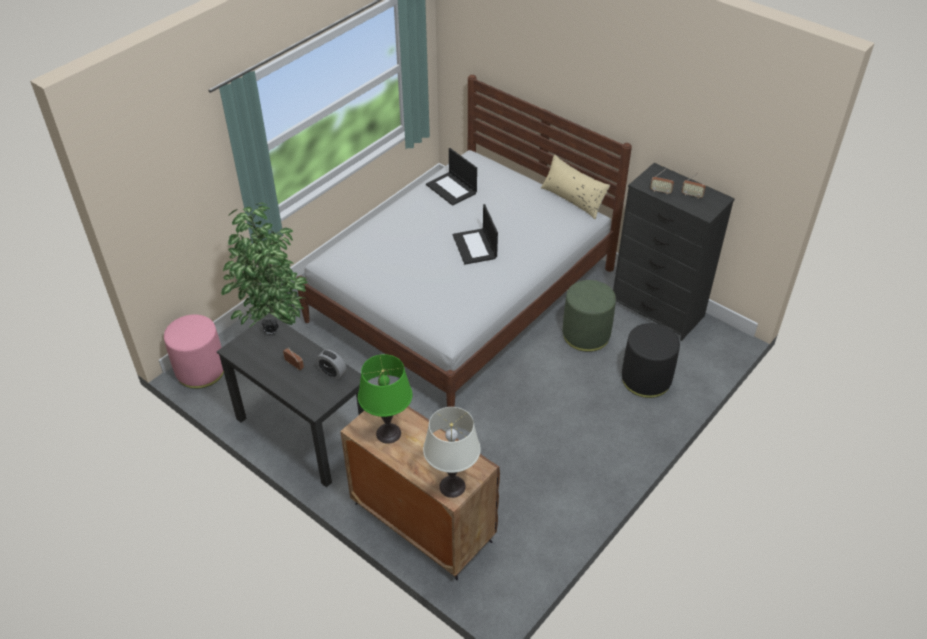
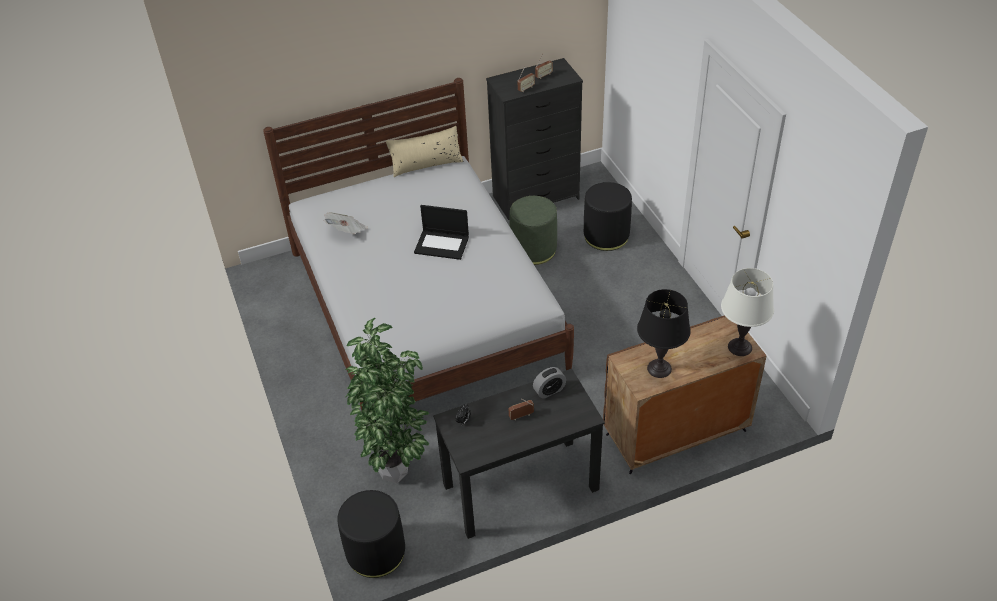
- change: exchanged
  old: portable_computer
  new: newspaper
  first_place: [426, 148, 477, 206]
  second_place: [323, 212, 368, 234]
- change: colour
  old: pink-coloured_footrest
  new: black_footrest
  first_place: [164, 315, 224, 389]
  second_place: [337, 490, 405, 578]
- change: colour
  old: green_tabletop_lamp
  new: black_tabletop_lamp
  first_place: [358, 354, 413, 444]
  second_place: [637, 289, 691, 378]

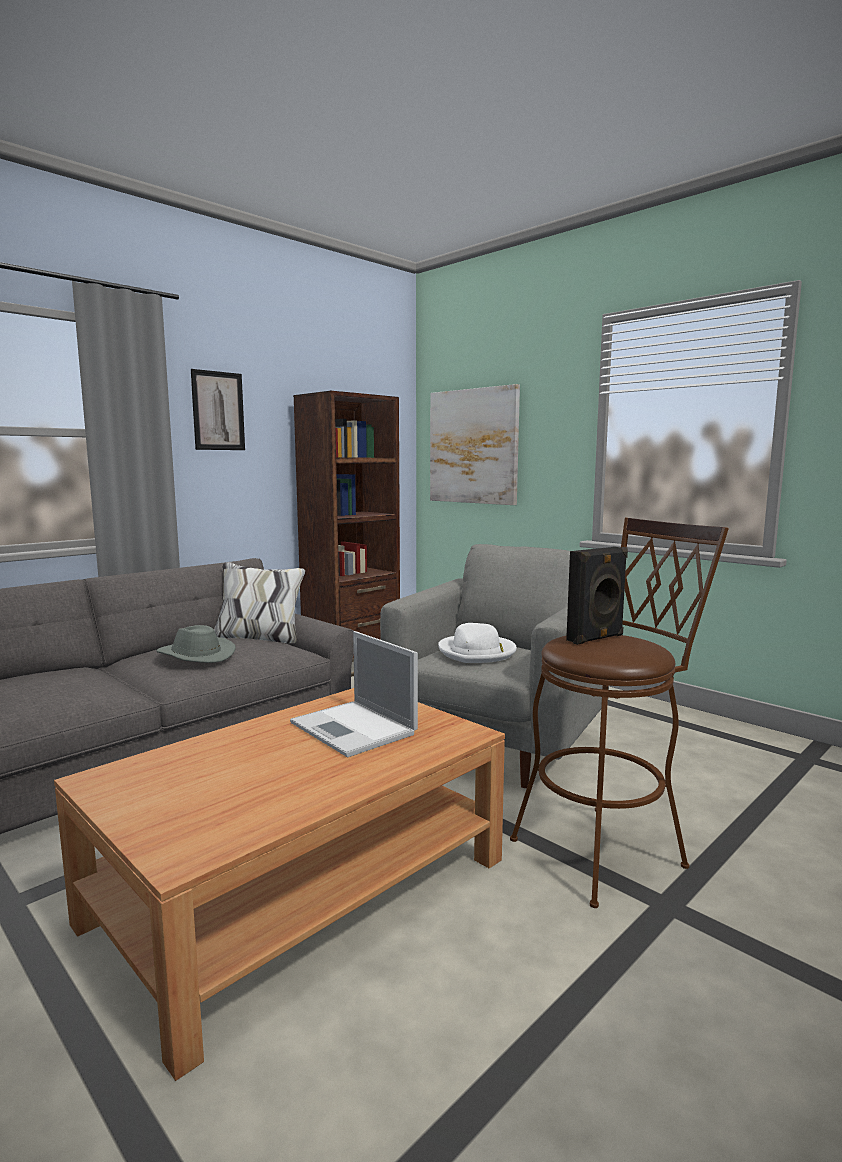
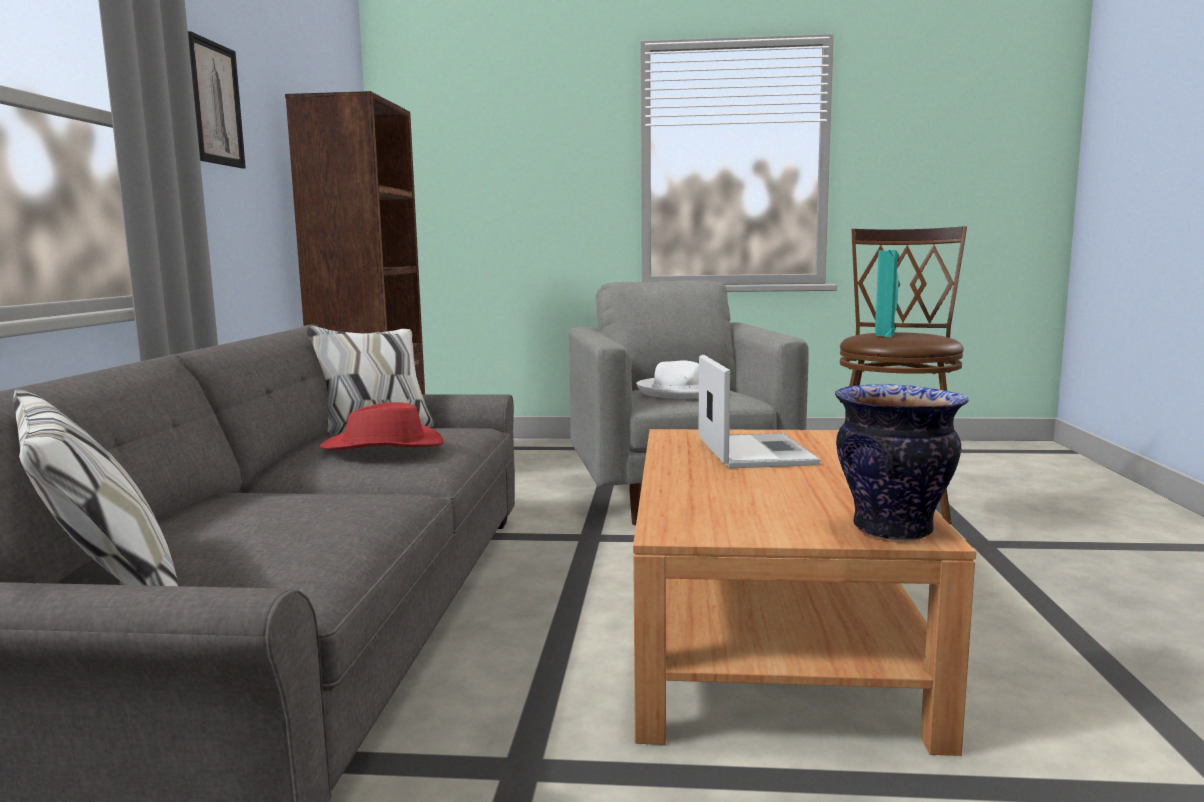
- change: colour
  old: greyish_wearable_hat
  new: red_wearable_hat
  first_place: [156, 625, 236, 663]
  second_place: [320, 402, 444, 450]
- change: spun
  old: portable_computer
  first_place: [290, 631, 418, 757]
  second_place: [699, 355, 820, 468]
  degrees: -105
- change: appeared
  new: flower_vase
  second_place: [835, 384, 969, 541]
- change: colour
  old: black_audio_speaker
  new: blue-green_audio_speaker
  first_place: [566, 547, 628, 645]
  second_place: [875, 250, 899, 337]
- change: missing
  old: wall_art
  first_place: [430, 384, 520, 505]

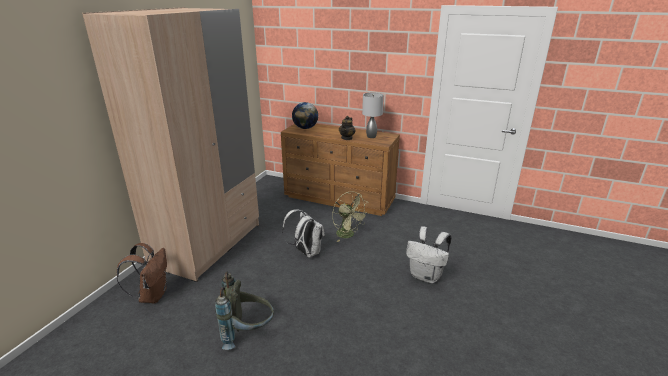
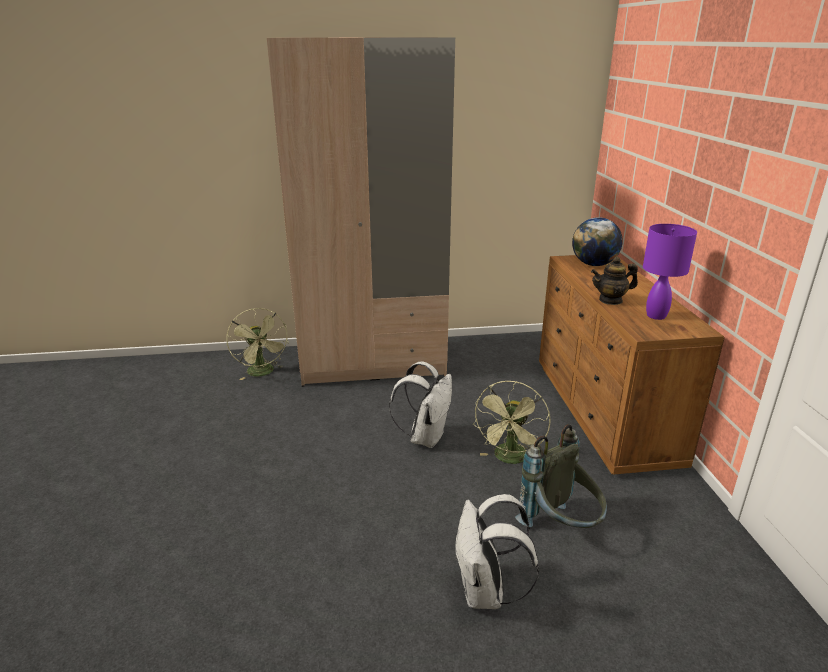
- change: exchanged
  old: brownish_knapsack
  new: green_cooling_fan
  first_place: [117, 243, 167, 303]
  second_place: [226, 308, 289, 380]
- change: relocated
  old: greyish_knapsack
  first_place: [215, 272, 274, 350]
  second_place: [515, 424, 607, 528]
- change: colour
  old: greyish_tabletop_lamp
  new: purplish_tabletop_lamp
  first_place: [362, 92, 384, 138]
  second_place: [643, 224, 697, 320]

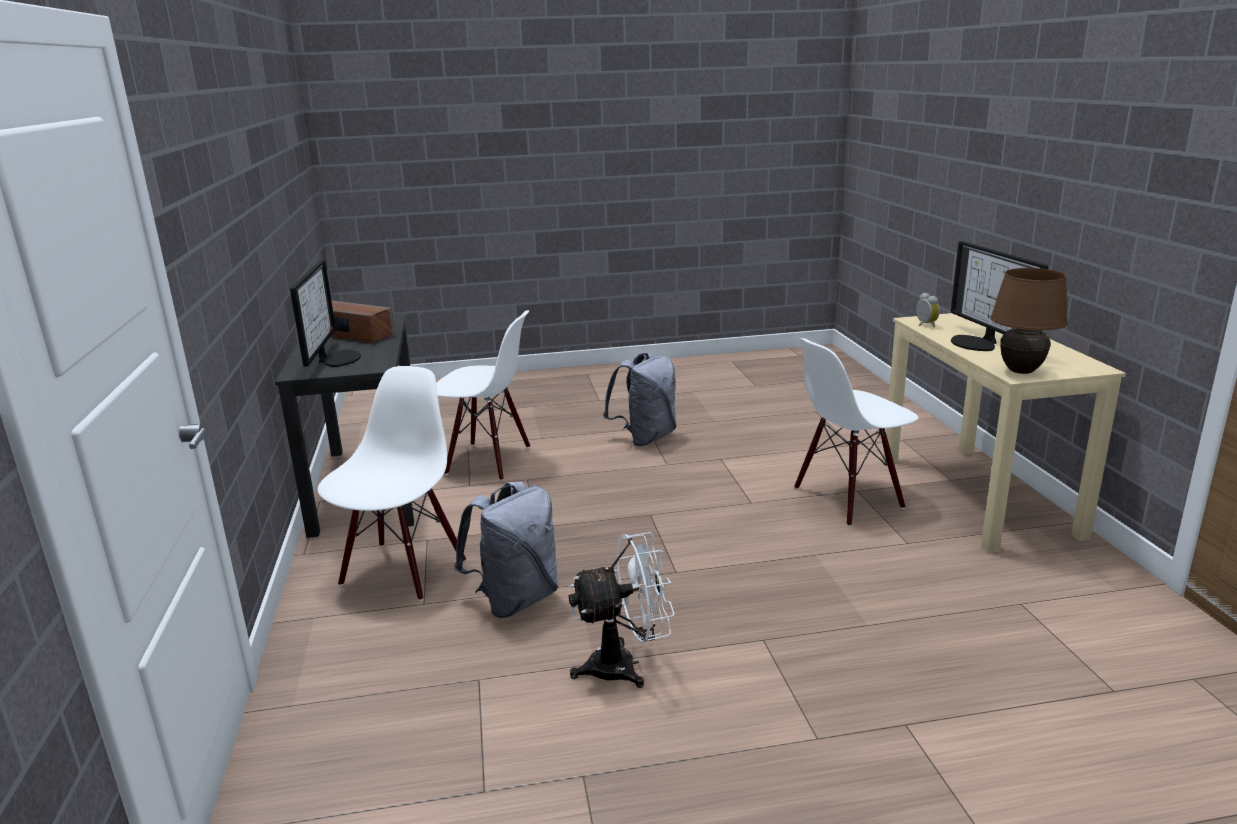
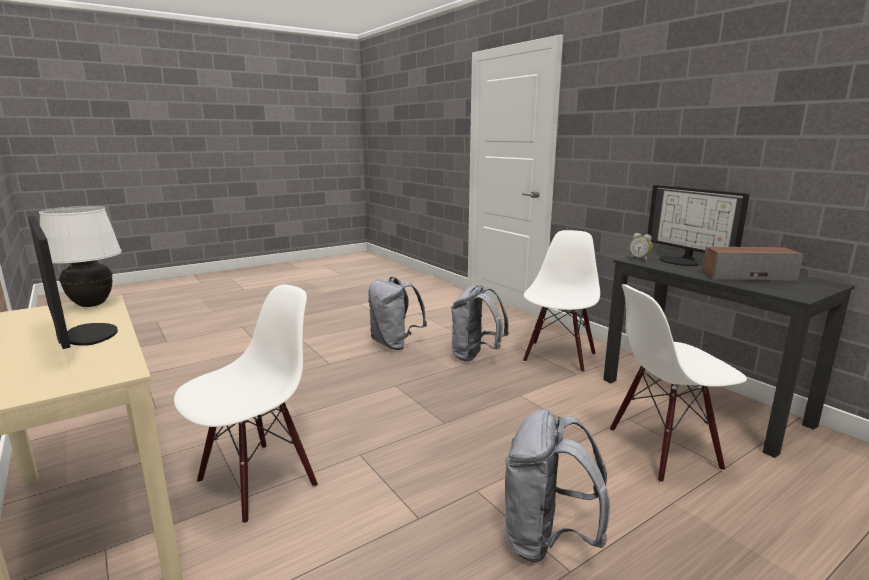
- change: colour
  old: brownish_tabletop_lamp
  new: white-coloured_tabletop_lamp
  first_place: [990, 268, 1068, 374]
  second_place: [39, 206, 122, 307]
- change: exchanged
  old: white-coloured_cooling_fan
  new: greyish_knapsack
  first_place: [569, 532, 675, 688]
  second_place: [368, 277, 427, 350]
- change: spun
  old: white-coloured_upright_chair
  first_place: [317, 366, 466, 601]
  second_place: [523, 230, 600, 373]
  degrees: -150
- change: relocated
  old: bedside_clock
  first_place: [916, 293, 940, 327]
  second_place: [630, 233, 653, 261]

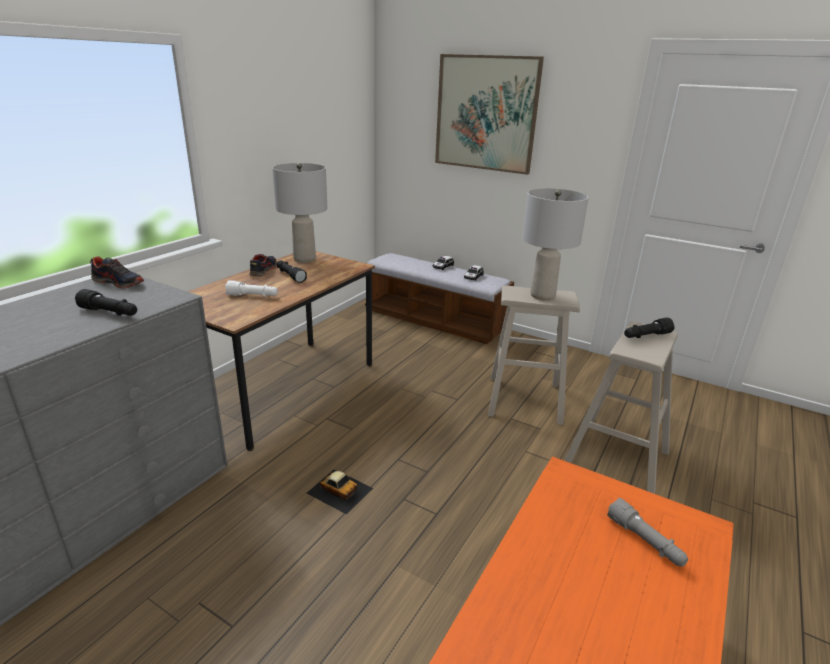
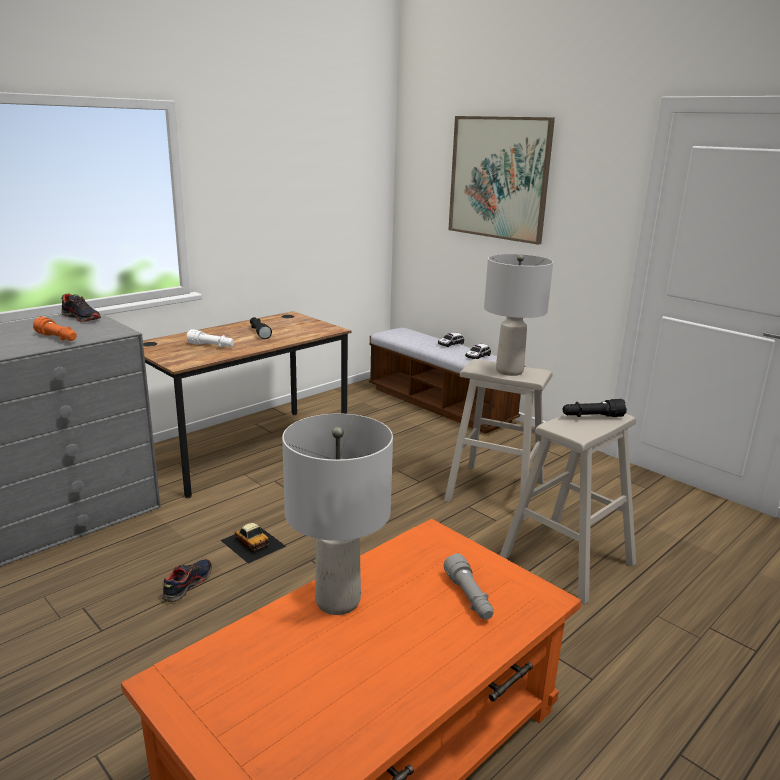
- change: colour
  old: black_flashlight
  new: orange_flashlight
  first_place: [75, 289, 137, 316]
  second_place: [33, 317, 77, 341]
- change: relocated
  old: low_shoe
  first_place: [249, 254, 277, 277]
  second_place: [162, 559, 212, 602]
- change: relocated
  old: greyish_tabletop_lamp
  first_place: [272, 163, 327, 263]
  second_place: [282, 414, 393, 615]

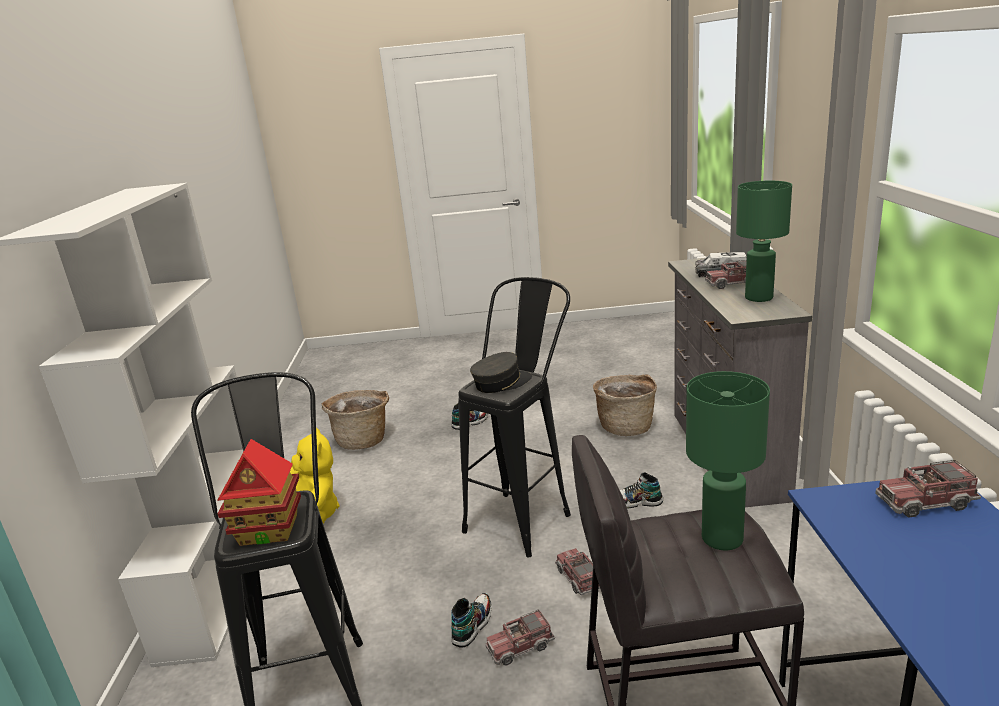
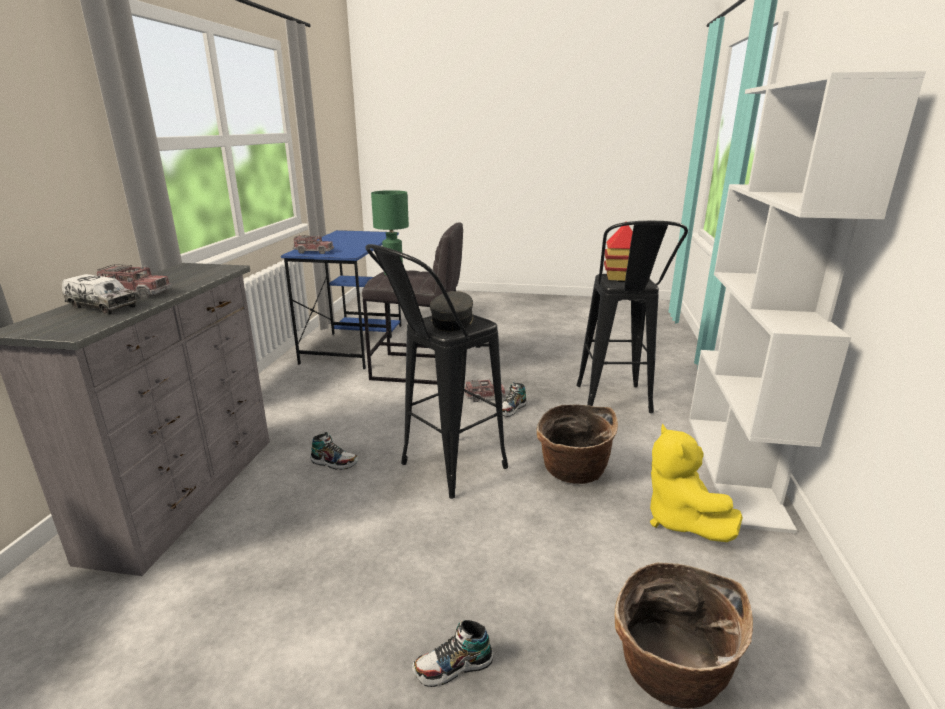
- change: spun
  old: greyish_baseball_cap
  first_place: [470, 352, 532, 393]
  second_place: [430, 291, 474, 332]
  degrees: 120
- change: relocated
  old: basket
  first_place: [593, 375, 657, 436]
  second_place: [537, 405, 618, 484]
- change: missing
  old: toy_truck
  first_place: [555, 548, 600, 595]
- change: missing
  old: green_tabletop_lamp
  first_place: [736, 181, 792, 302]

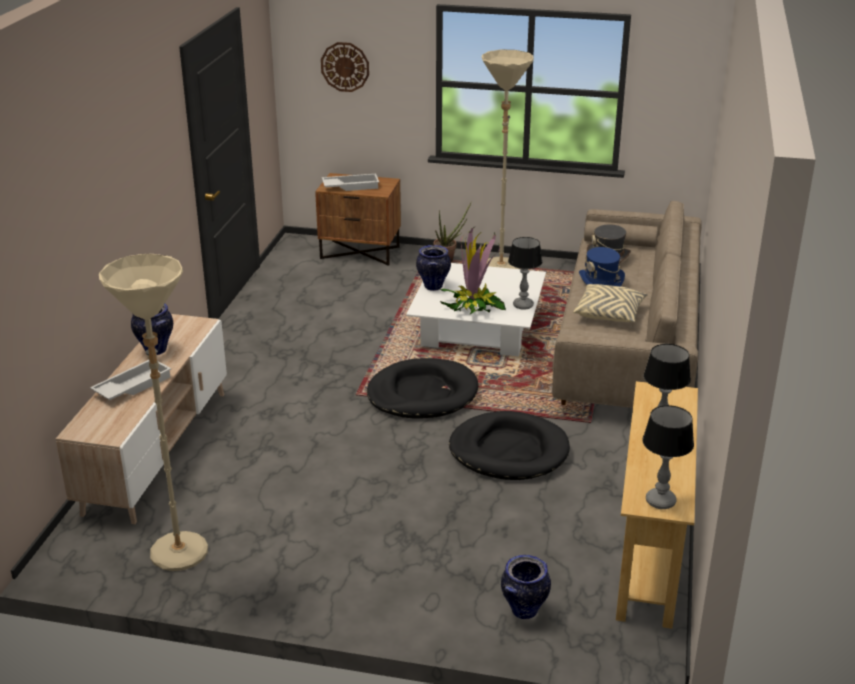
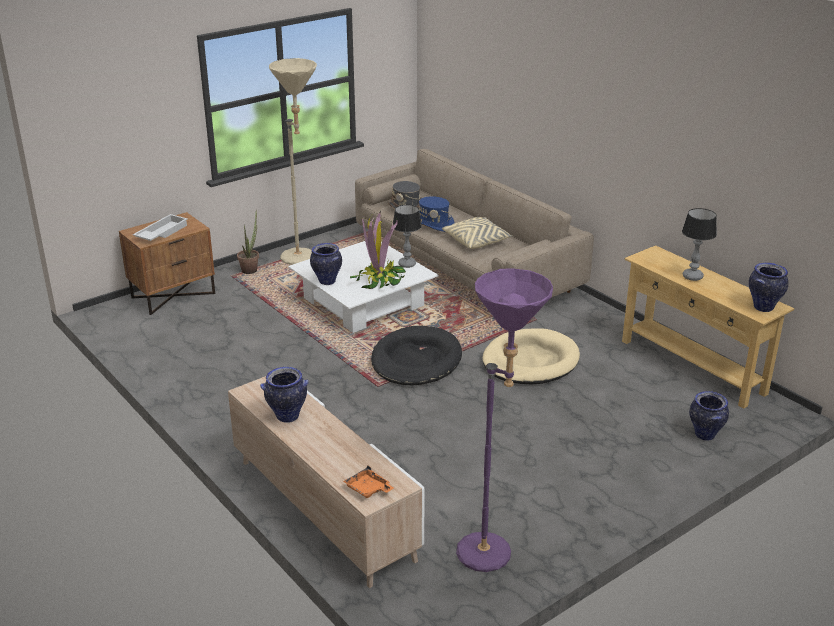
- change: appeared
  new: orange_carrying_tray
  second_place: [343, 465, 394, 498]
- change: colour
  old: beige_standard_lamp
  new: purplish_standard_lamp
  first_place: [99, 254, 208, 571]
  second_place: [456, 268, 553, 572]
- change: colour
  old: black_pet_bed
  new: beige_pet_bed
  first_place: [449, 411, 570, 480]
  second_place: [482, 328, 580, 384]
- change: exchanged
  old: tabletop_lamp
  new: flower_vase
  first_place: [642, 405, 694, 509]
  second_place: [749, 263, 788, 312]
- change: missing
  old: white-coloured_carrying_tray
  first_place: [90, 360, 172, 400]
- change: missing
  old: hanging_clock
  first_place: [321, 42, 369, 92]

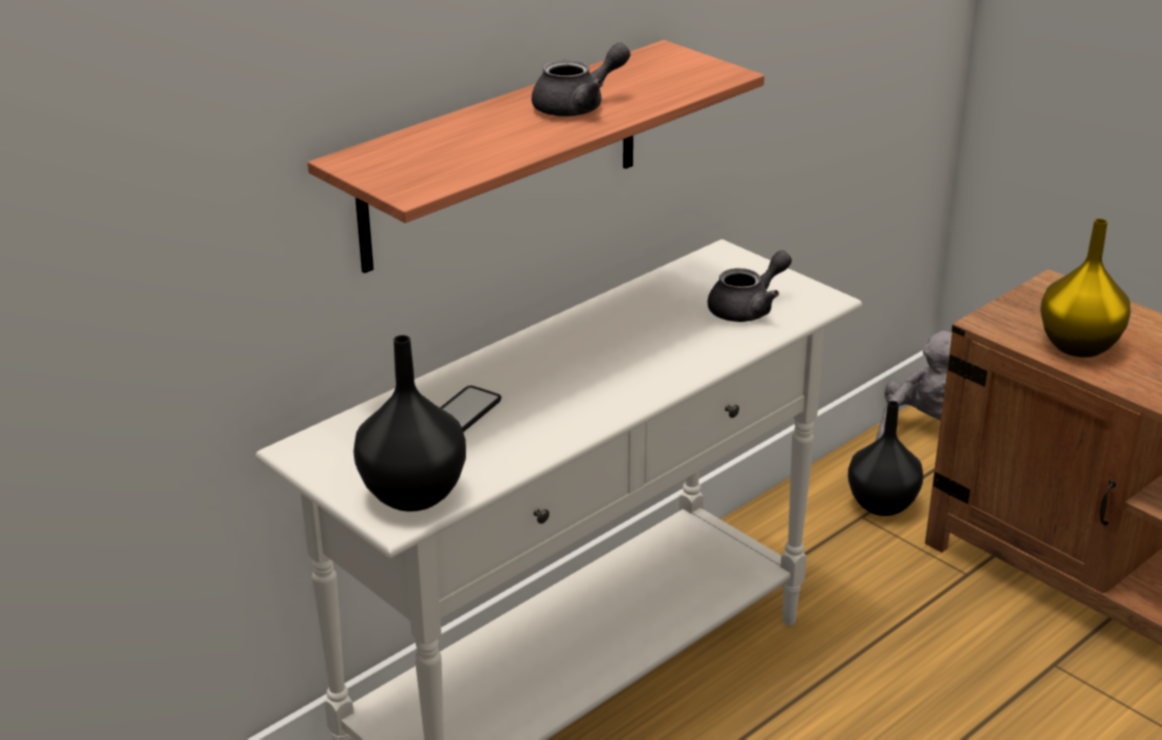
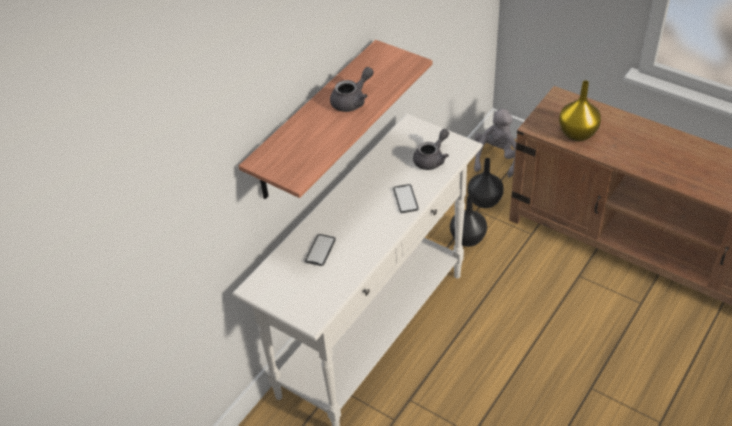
- change: appeared
  new: telephone
  second_place: [393, 184, 419, 213]
- change: relocated
  old: black_flower_vase
  first_place: [353, 335, 466, 512]
  second_place: [450, 195, 487, 247]

